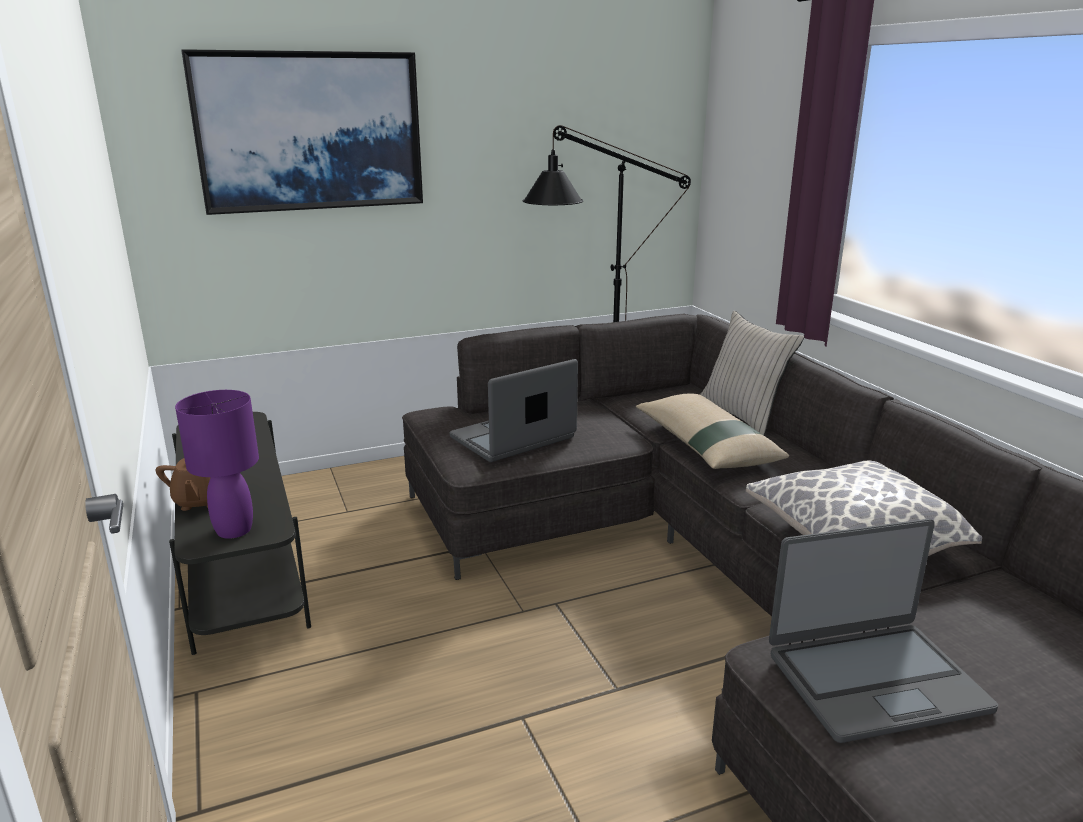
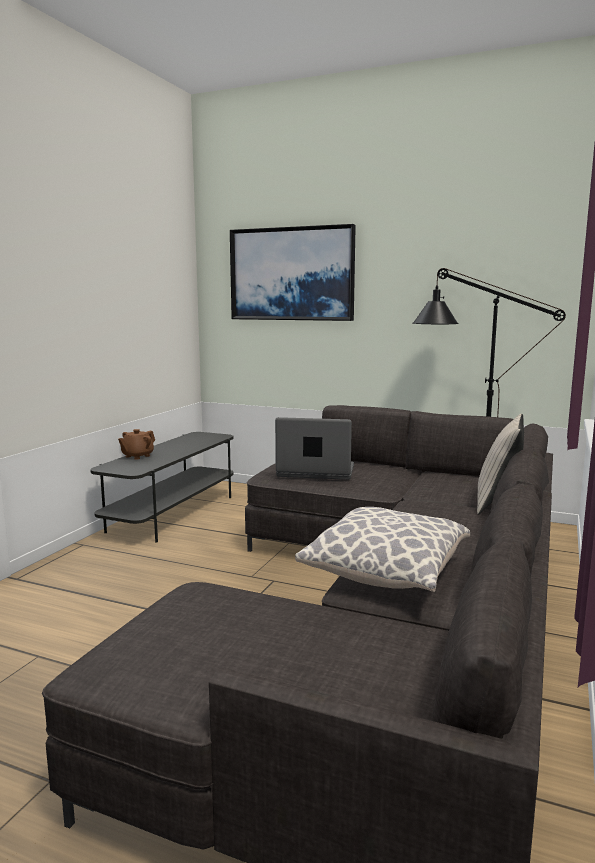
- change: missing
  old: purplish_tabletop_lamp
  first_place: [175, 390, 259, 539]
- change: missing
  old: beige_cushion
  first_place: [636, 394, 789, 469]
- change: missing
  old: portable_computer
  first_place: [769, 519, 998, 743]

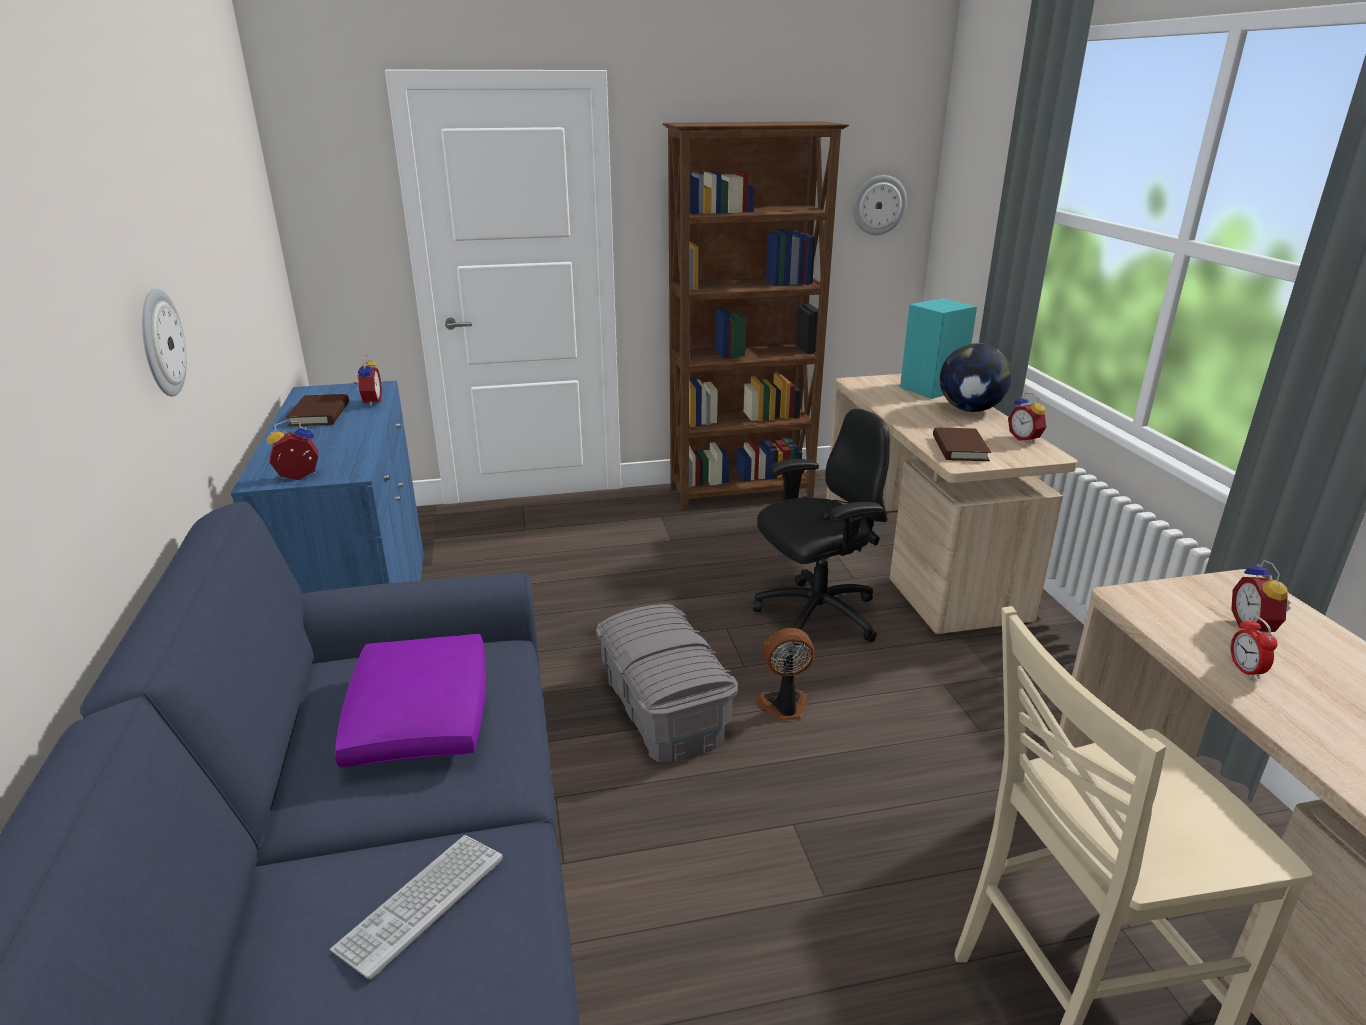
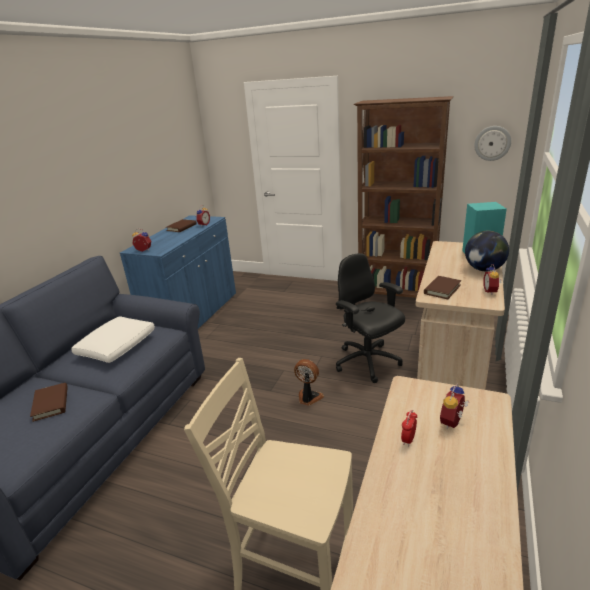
- change: exchanged
  old: computer_keyboard
  new: brownish_volume
  first_place: [330, 835, 503, 980]
  second_place: [30, 383, 68, 422]
- change: colour
  old: purplish_cushion
  new: white-coloured_cushion
  first_place: [335, 634, 486, 767]
  second_place: [71, 316, 155, 363]
- change: spun
  old: black_office_chair
  first_place: [753, 409, 890, 646]
  second_place: [336, 253, 405, 383]
  degrees: -135
- change: missing
  old: hanging_clock
  first_place: [142, 288, 187, 396]
- change: missing
  old: greyish_storage_container
  first_place: [596, 604, 738, 763]

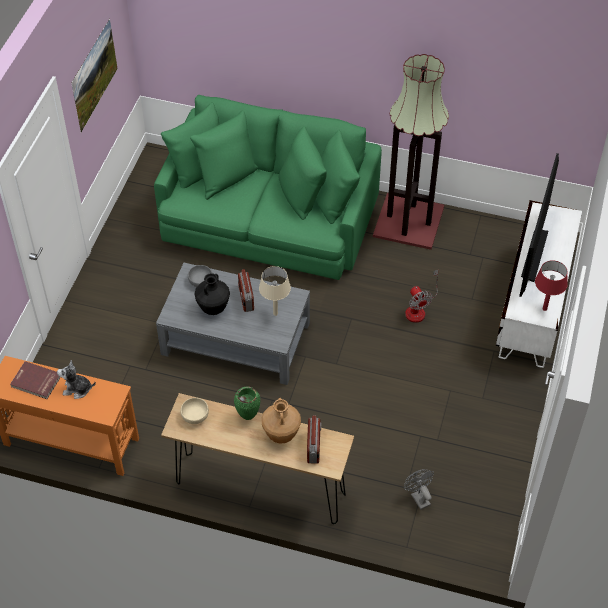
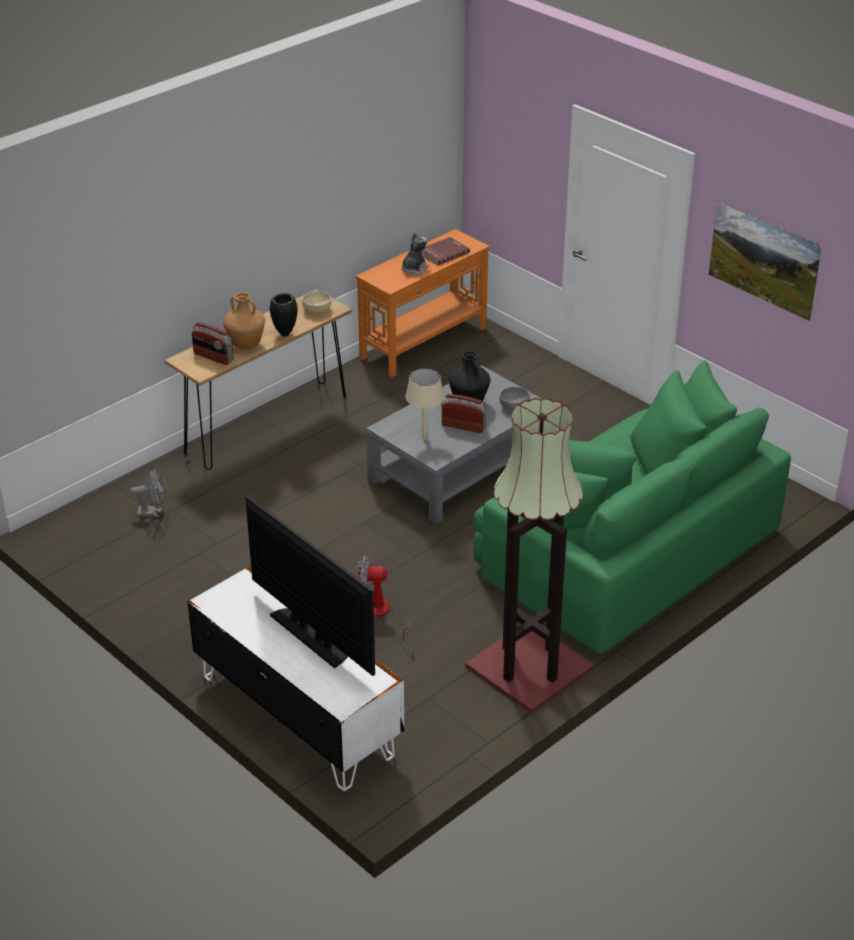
- change: colour
  old: green_flower_vase
  new: black_flower_vase
  first_place: [234, 387, 260, 420]
  second_place: [270, 293, 298, 337]
- change: missing
  old: red_tabletop_lamp
  first_place: [535, 260, 568, 311]

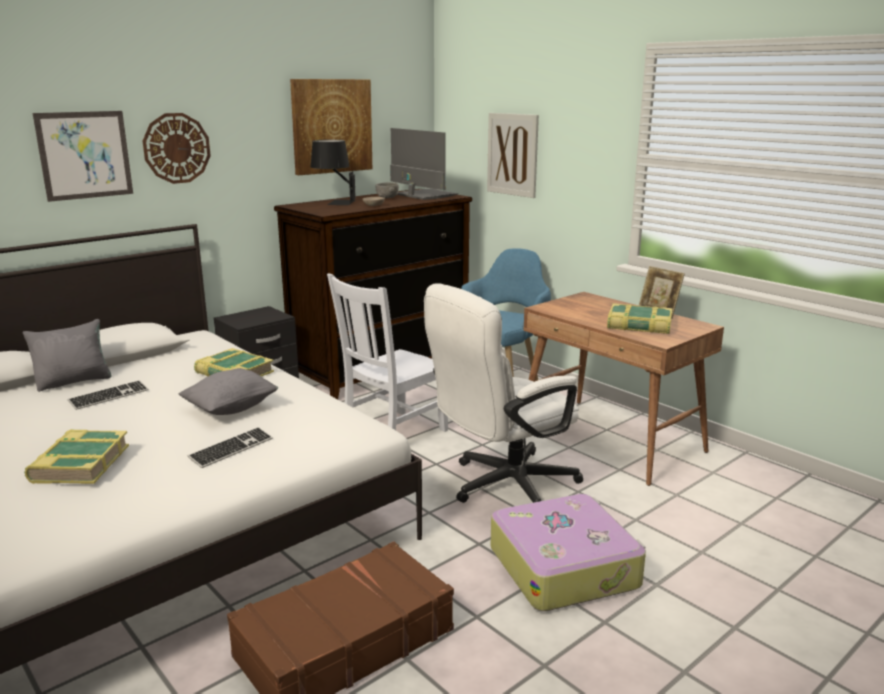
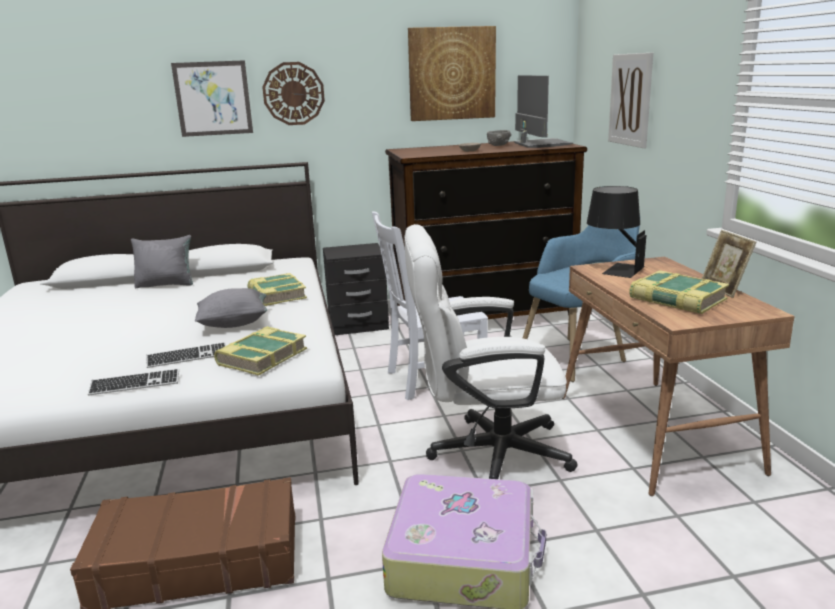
- change: relocated
  old: computer_keyboard
  first_place: [68, 380, 148, 410]
  second_place: [88, 369, 179, 396]
- change: relocated
  old: volume
  first_place: [24, 429, 129, 484]
  second_place: [214, 326, 307, 376]
- change: relocated
  old: black_tabletop_lamp
  first_place: [311, 140, 356, 205]
  second_place: [587, 186, 646, 278]

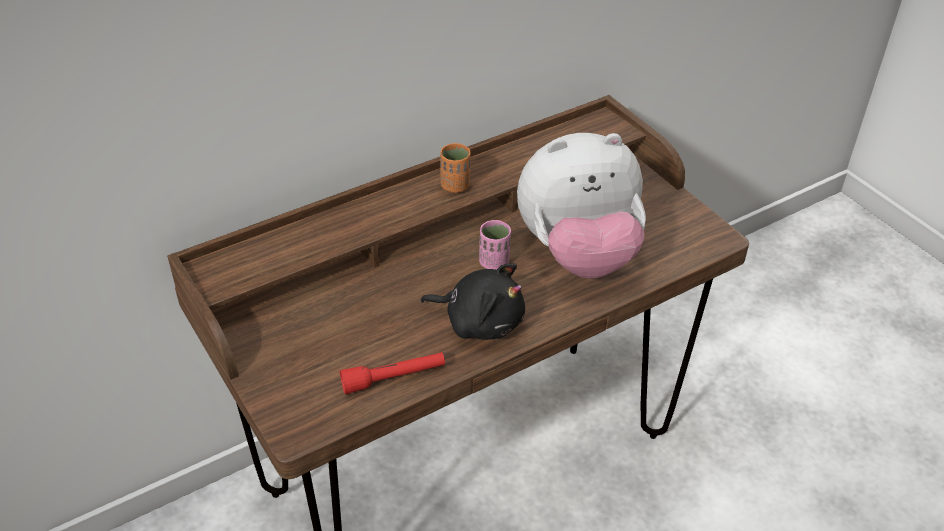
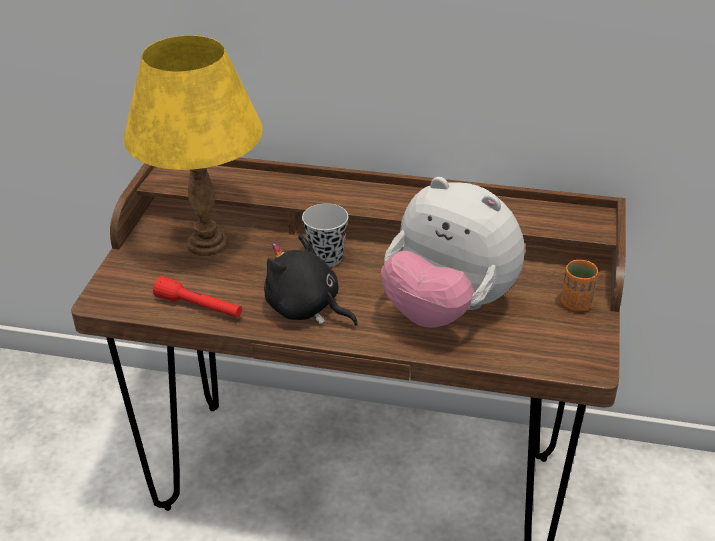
- change: appeared
  new: yellowish_tabletop_lamp
  second_place: [123, 35, 263, 256]
- change: spun
  old: black_soft_toy
  first_place: [420, 263, 525, 340]
  second_place: [264, 235, 358, 326]
  degrees: 150
- change: appeared
  new: black_cup
  second_place: [302, 204, 348, 267]
- change: relocated
  old: orange_cup
  first_place: [440, 143, 471, 193]
  second_place: [561, 260, 598, 311]
- change: missing
  old: pink-coloured_cup
  first_place: [479, 220, 511, 270]

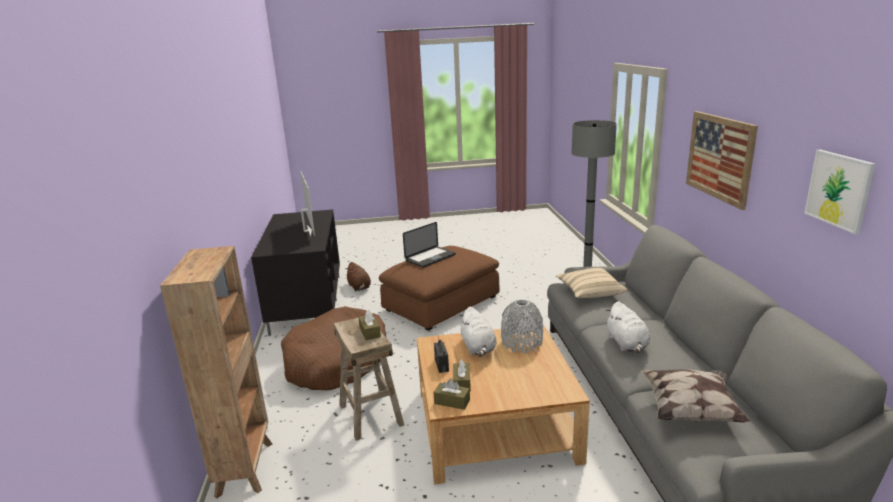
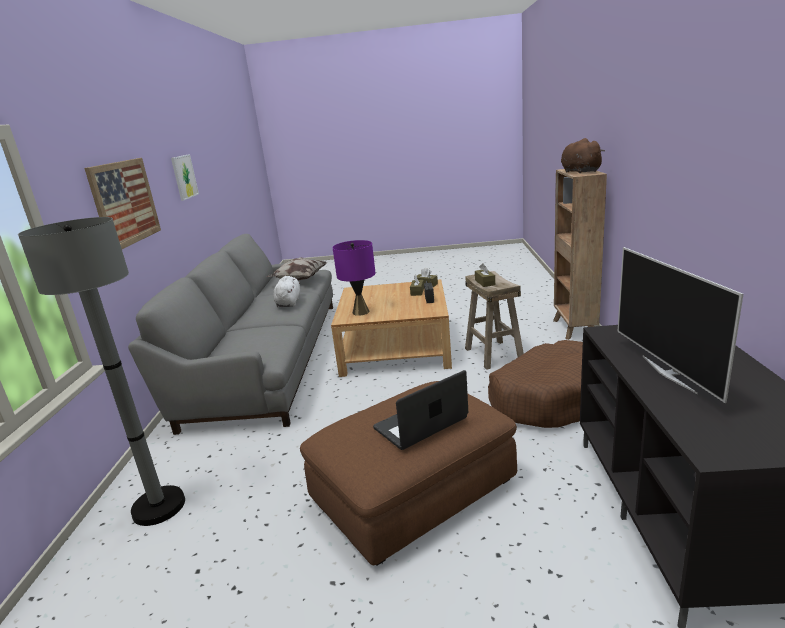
- change: exchanged
  old: greyish_flower_vase
  new: purplish_tabletop_lamp
  first_place: [501, 299, 543, 353]
  second_place: [333, 240, 376, 316]
- change: relocated
  old: brownish_soft_toy
  first_place: [346, 262, 371, 291]
  second_place: [561, 138, 605, 173]
- change: missing
  old: white-coloured_soft_toy
  first_place: [460, 307, 497, 357]
- change: missing
  old: beige_cushion
  first_place: [556, 268, 628, 298]

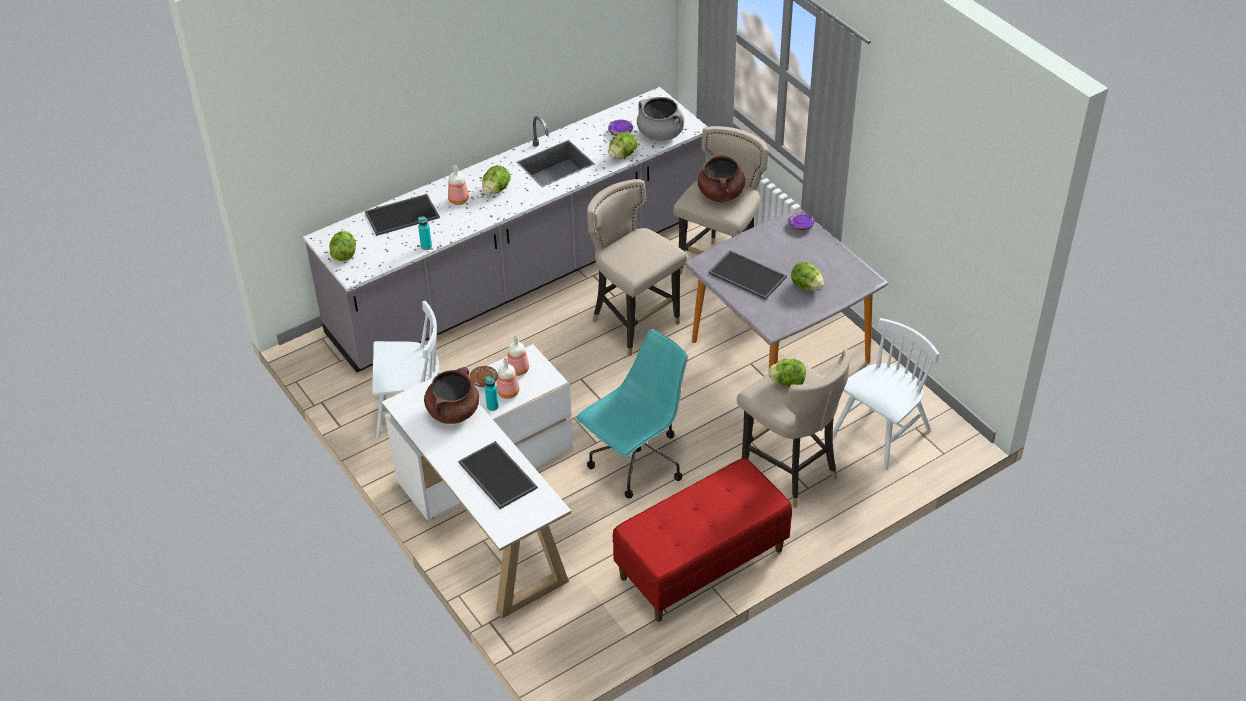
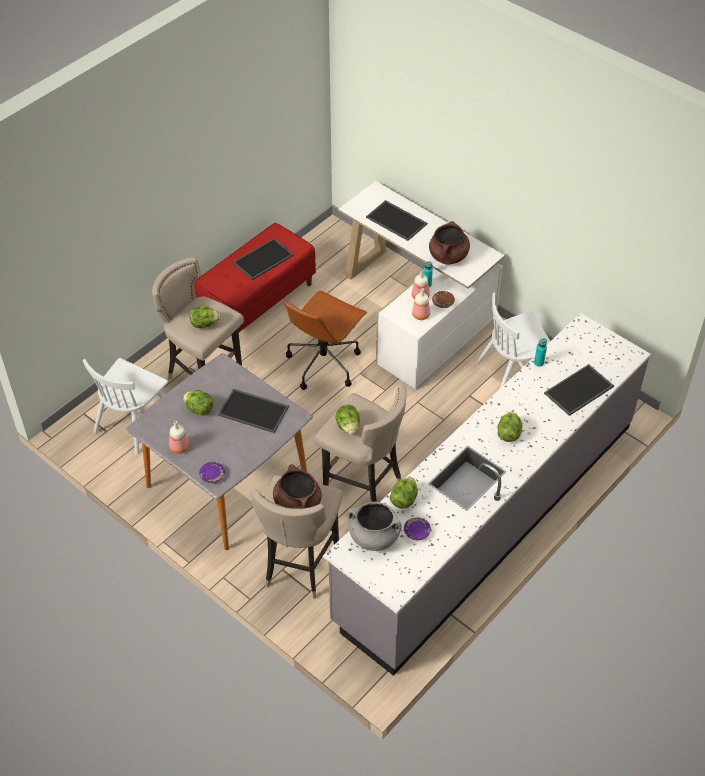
- change: relocated
  old: drink_bottle
  first_place: [448, 165, 469, 205]
  second_place: [169, 421, 189, 454]
- change: appeared
  new: carrying_tray
  second_place: [233, 239, 294, 280]
- change: colour
  old: blue-green_office_chair
  new: brownish_office_chair
  first_place: [576, 329, 688, 498]
  second_place: [284, 290, 367, 390]
- change: relocated
  old: lettuce
  first_place: [329, 231, 356, 261]
  second_place: [335, 405, 360, 435]

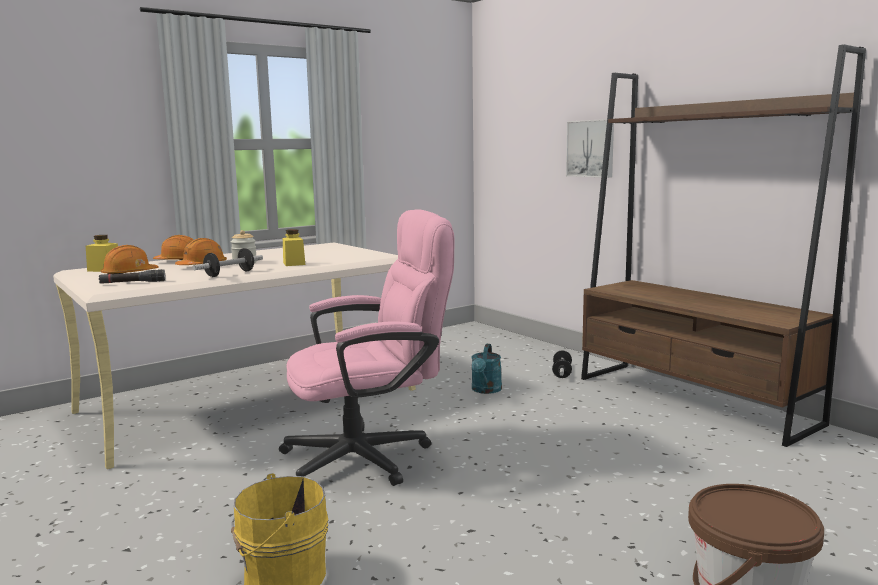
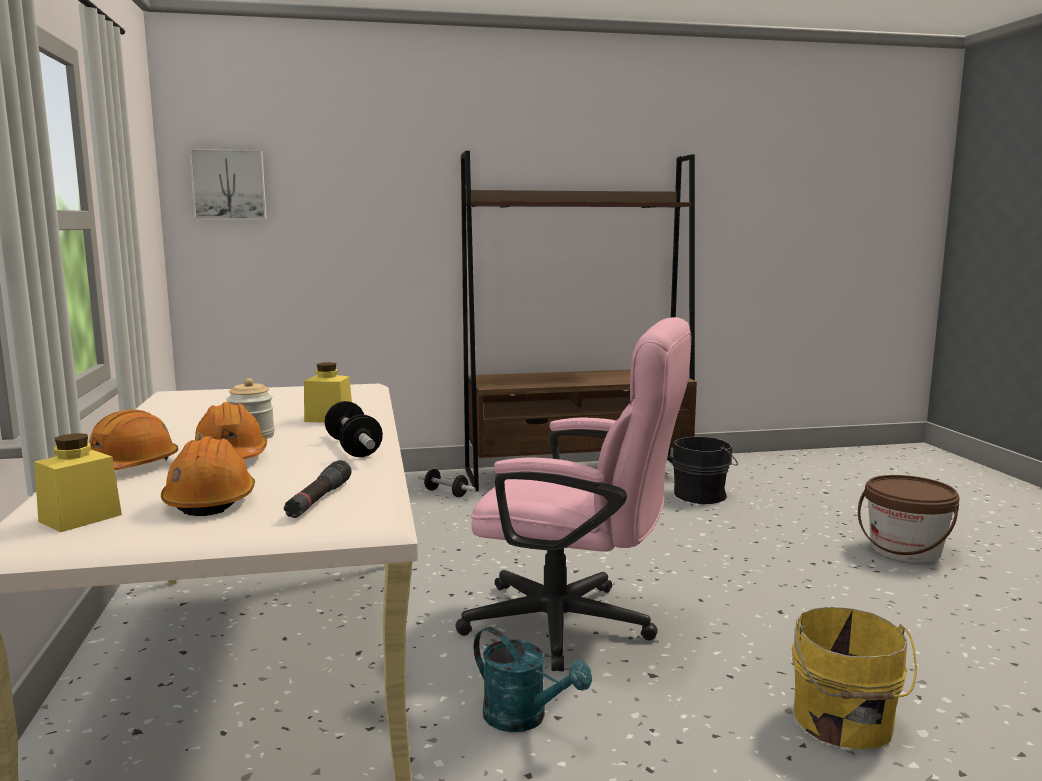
- change: relocated
  old: wall_art
  first_place: [566, 119, 614, 178]
  second_place: [189, 149, 267, 220]
- change: spun
  old: pink-coloured_office_chair
  first_place: [279, 209, 454, 486]
  second_place: [455, 317, 691, 671]
  degrees: 105
- change: relocated
  old: blue-green_watering_pot
  first_place: [471, 344, 502, 394]
  second_place: [474, 627, 592, 732]
- change: appeared
  new: black_pail
  second_place: [672, 434, 738, 504]

